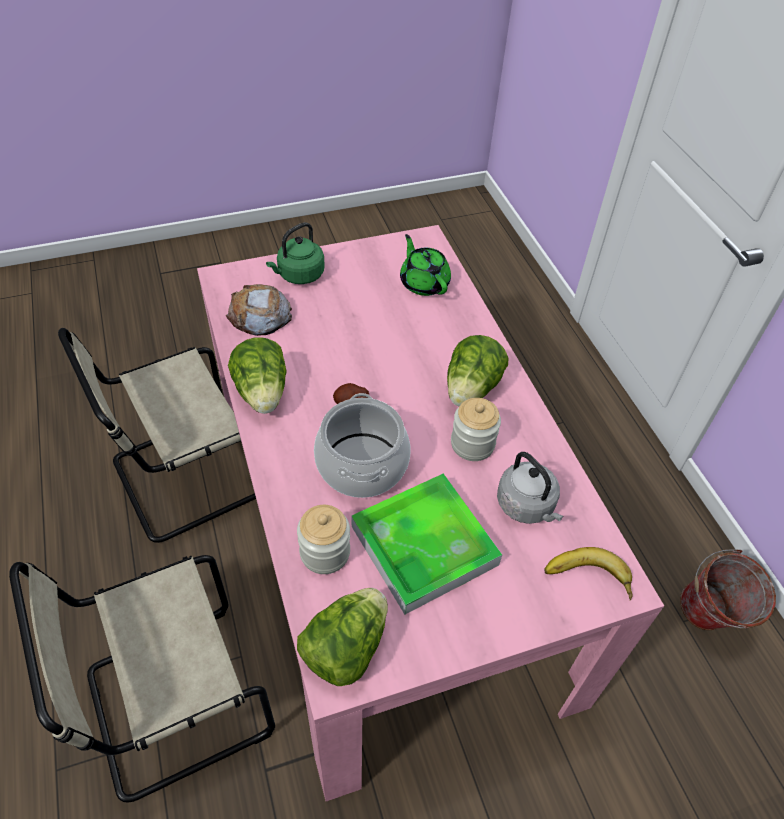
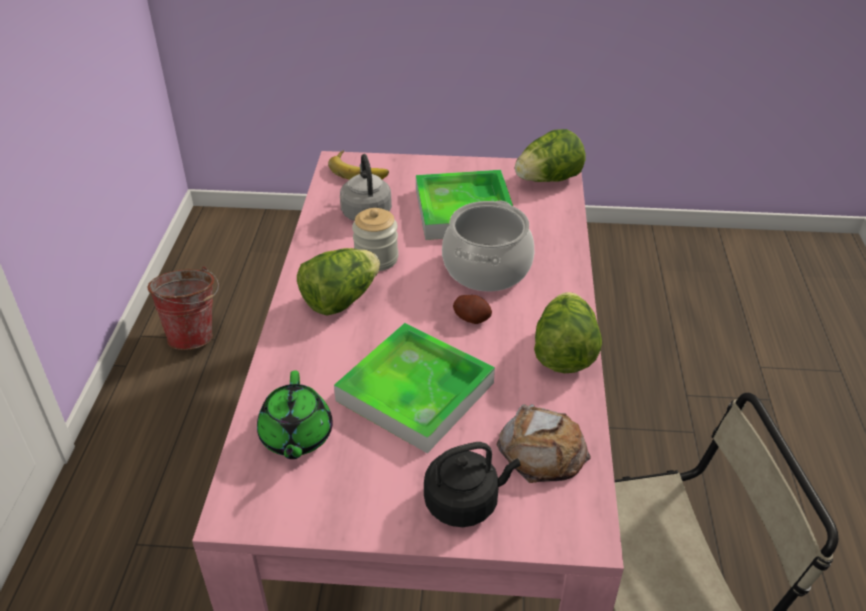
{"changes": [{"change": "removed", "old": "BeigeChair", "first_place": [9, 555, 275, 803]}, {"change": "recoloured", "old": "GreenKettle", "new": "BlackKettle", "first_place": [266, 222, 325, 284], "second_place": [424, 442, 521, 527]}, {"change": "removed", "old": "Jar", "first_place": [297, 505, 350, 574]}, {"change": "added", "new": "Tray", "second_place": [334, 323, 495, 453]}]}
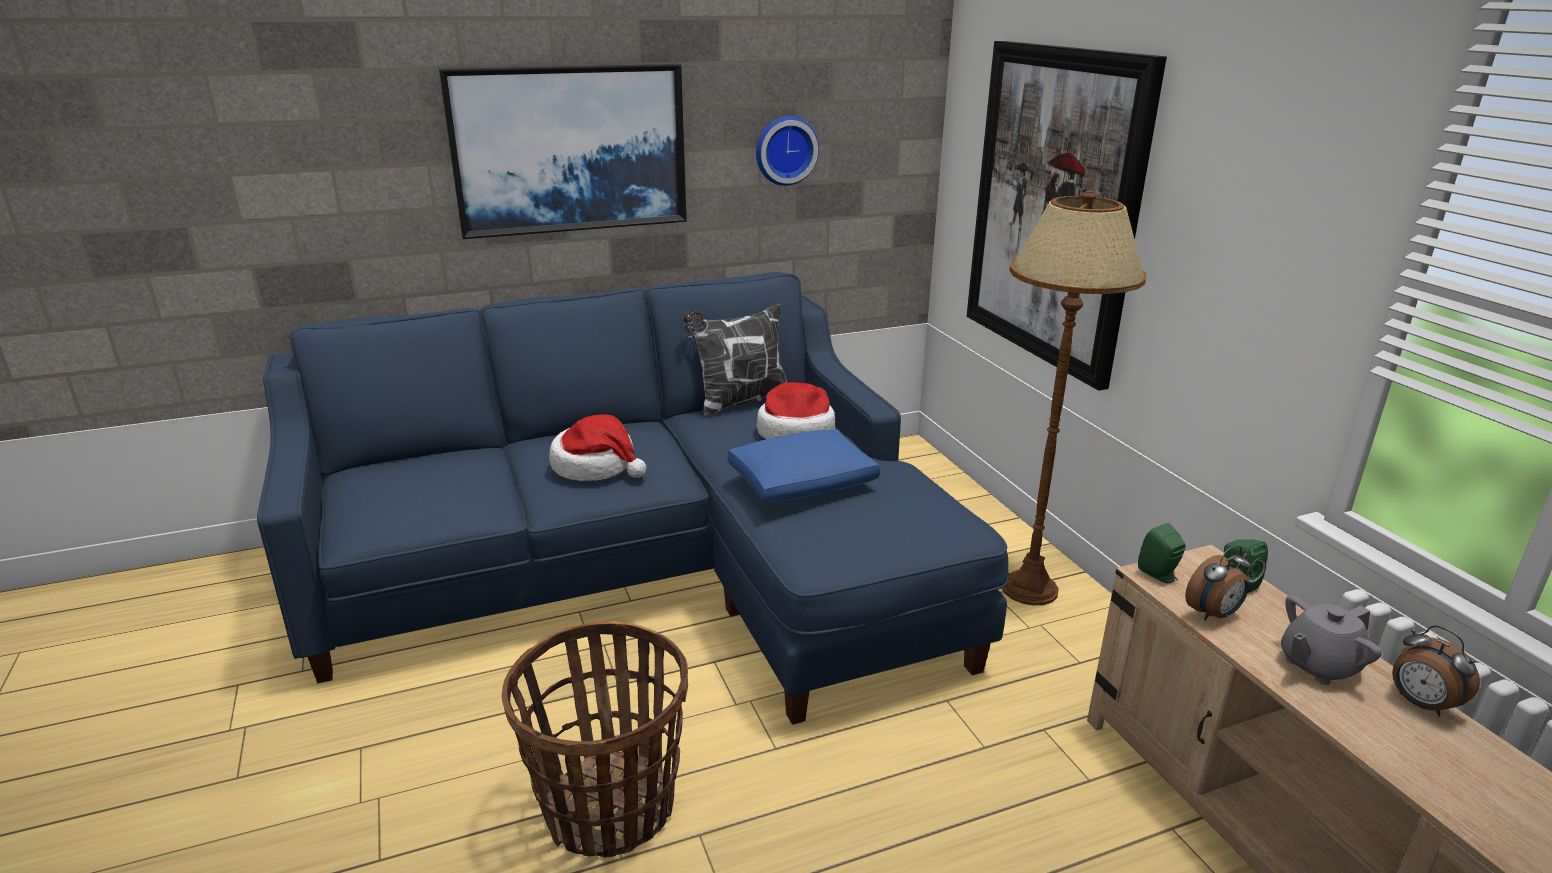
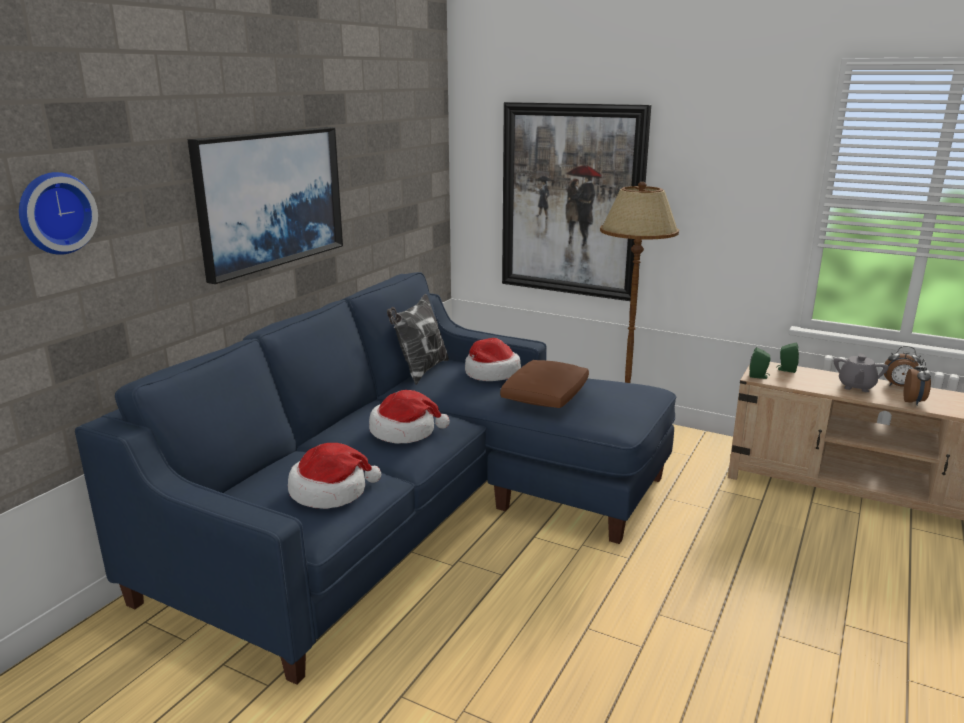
{"changes": [{"change": "removed", "old": "Basket", "first_place": [502, 621, 688, 858]}, {"change": "recoloured", "old": "BluePillow", "new": "BrownPillow", "first_place": [727, 430, 880, 503], "second_place": [500, 360, 589, 408]}, {"change": "moved", "old": "WallClock", "first_place": [756, 116, 819, 186], "second_place": [19, 172, 98, 255]}, {"change": "moved", "old": "AlarmClock", "first_place": [1185, 545, 1251, 620], "second_place": [904, 359, 931, 406]}, {"change": "added", "new": "Hat", "second_place": [288, 443, 381, 509]}]}
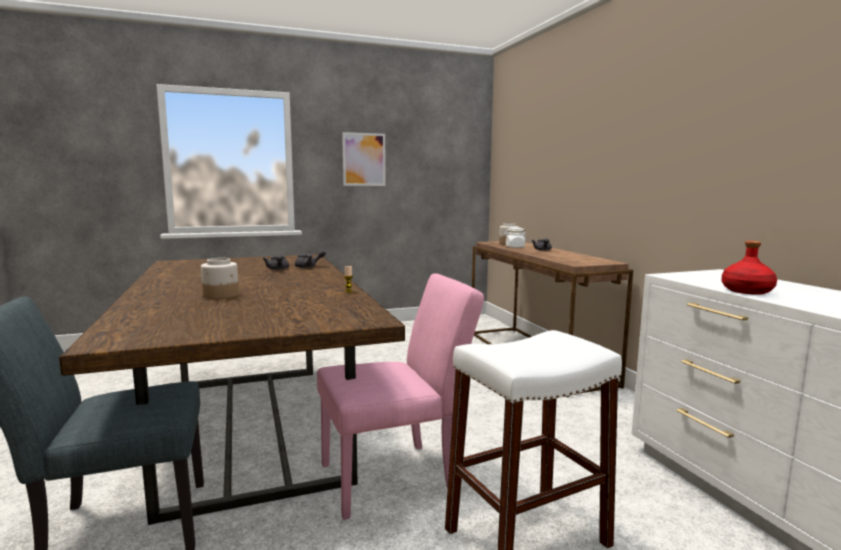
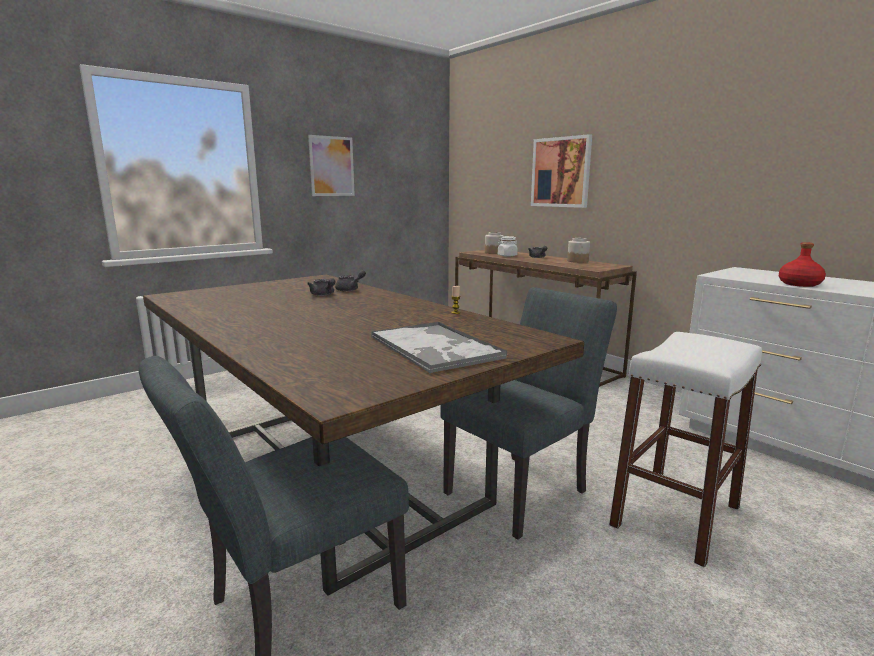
{"changes": [{"change": "moved", "old": "Jar", "first_place": [201, 258, 239, 299], "second_place": [567, 238, 590, 263]}, {"change": "recoloured", "old": "PinkChair", "new": "GreyChair", "first_place": [317, 273, 484, 520], "second_place": [440, 287, 617, 540]}, {"change": "added", "new": "Tray", "second_place": [371, 322, 507, 373]}, {"change": "added", "new": "Picture", "second_place": [531, 134, 592, 208]}]}
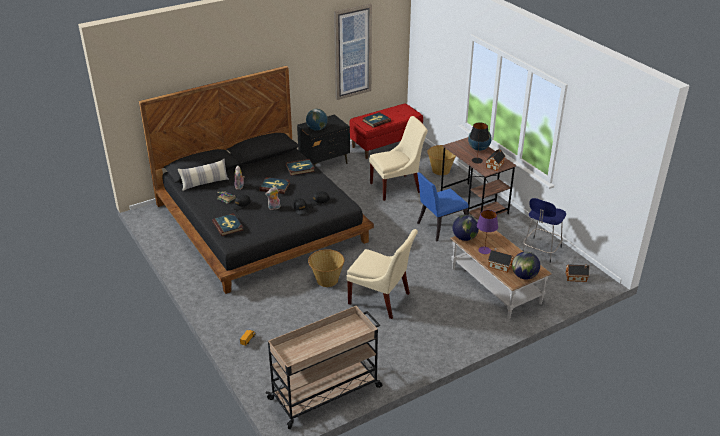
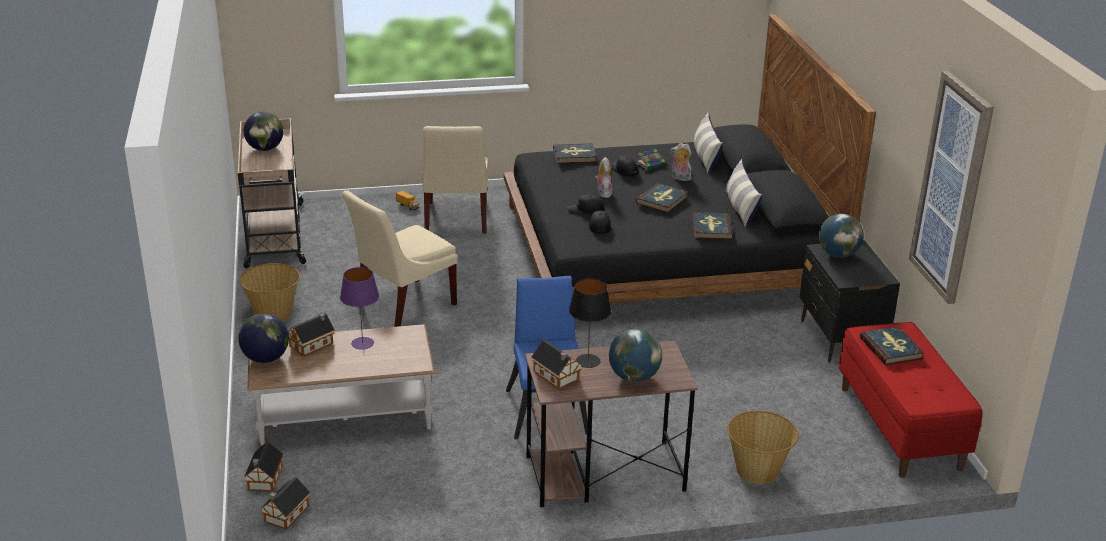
{"changes": [{"change": "moved", "old": "Basket", "first_place": [308, 249, 344, 287], "second_place": [239, 263, 300, 321]}, {"change": "moved", "old": "BeigeChair", "first_place": [369, 116, 428, 201], "second_place": [423, 126, 488, 234]}, {"change": "moved", "old": "Globe", "first_place": [453, 215, 479, 241], "second_place": [243, 112, 283, 151]}, {"change": "removed", "old": "BlueStool", "first_place": [522, 198, 566, 263]}, {"change": "added", "new": "ToyHouse", "second_place": [244, 442, 283, 492]}, {"change": "added", "new": "Pillow", "second_place": [725, 159, 762, 227]}]}
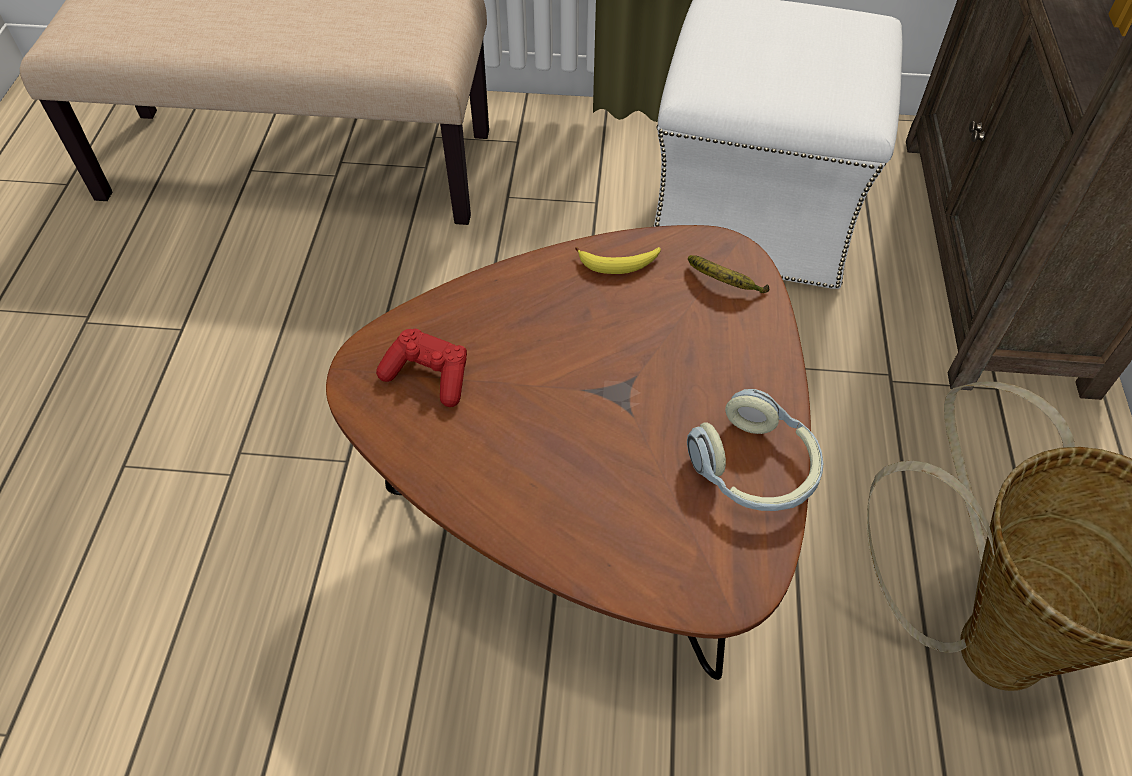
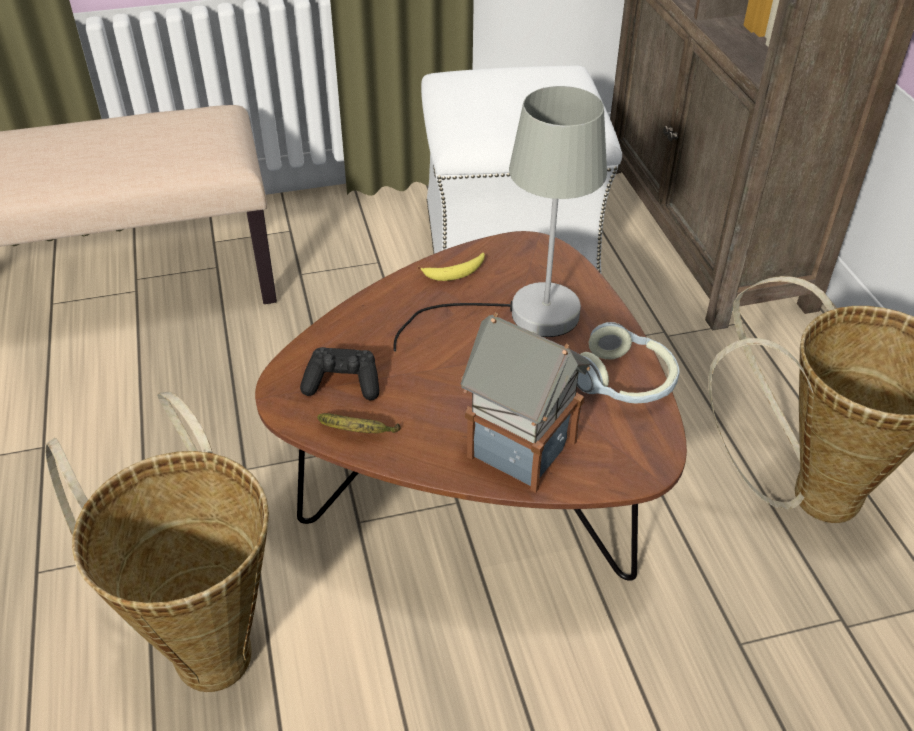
{"changes": [{"change": "recoloured", "old": "RedGameController", "new": "BlackGameController", "first_place": [376, 329, 467, 407], "second_place": [300, 347, 379, 400]}, {"change": "moved", "old": "Banana", "first_place": [688, 255, 769, 293], "second_place": [317, 413, 401, 433]}, {"change": "added", "new": "Basket", "second_place": [45, 392, 269, 692]}, {"change": "added", "new": "GreyTableLamp", "second_place": [394, 86, 607, 352]}, {"change": "added", "new": "ToyHouse", "second_place": [461, 312, 590, 493]}]}
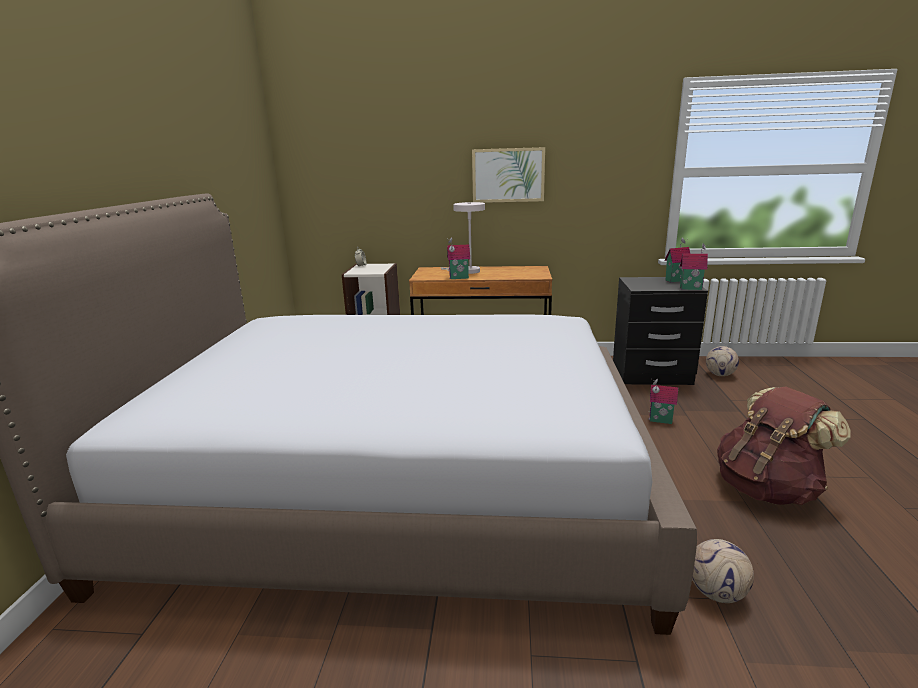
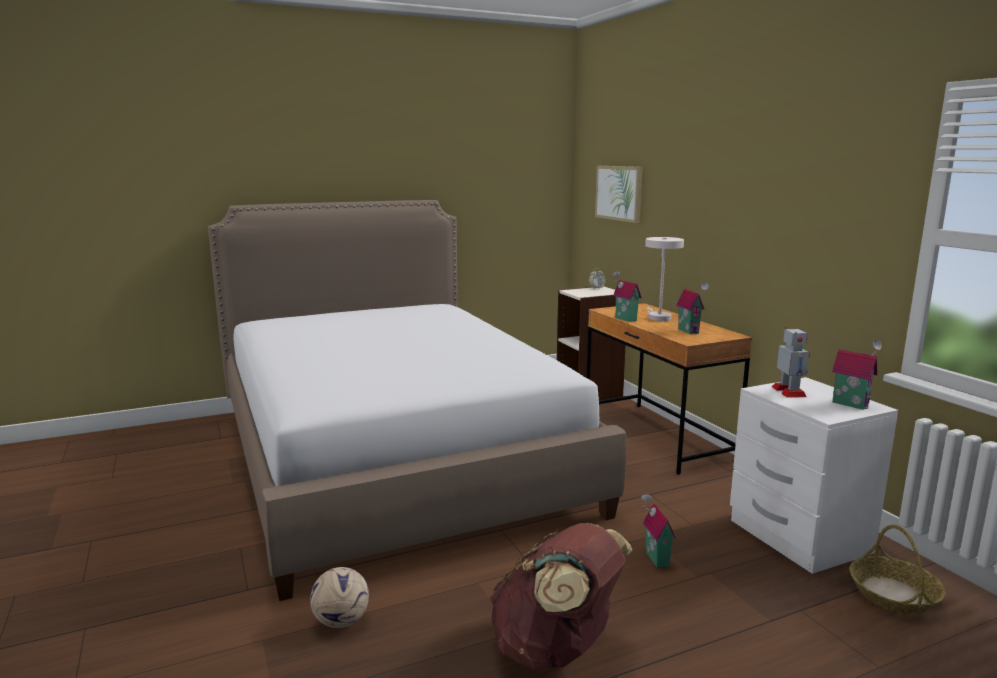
{"changes": [{"change": "moved", "old": "Picture", "first_place": [472, 147, 545, 203], "second_place": [595, 166, 643, 223]}, {"change": "recoloured", "old": "BlackNightstand", "new": "WhiteNightstand", "first_place": [613, 277, 708, 385], "second_place": [730, 377, 898, 574]}, {"change": "moved", "old": "ToyHouse", "first_place": [680, 243, 708, 290], "second_place": [676, 282, 709, 334]}, {"change": "replaced", "old": "Football", "new": "Basket", "first_place": [706, 346, 739, 376], "second_place": [849, 525, 946, 614]}, {"change": "added", "new": "ToyRobot", "second_place": [772, 327, 810, 398]}]}
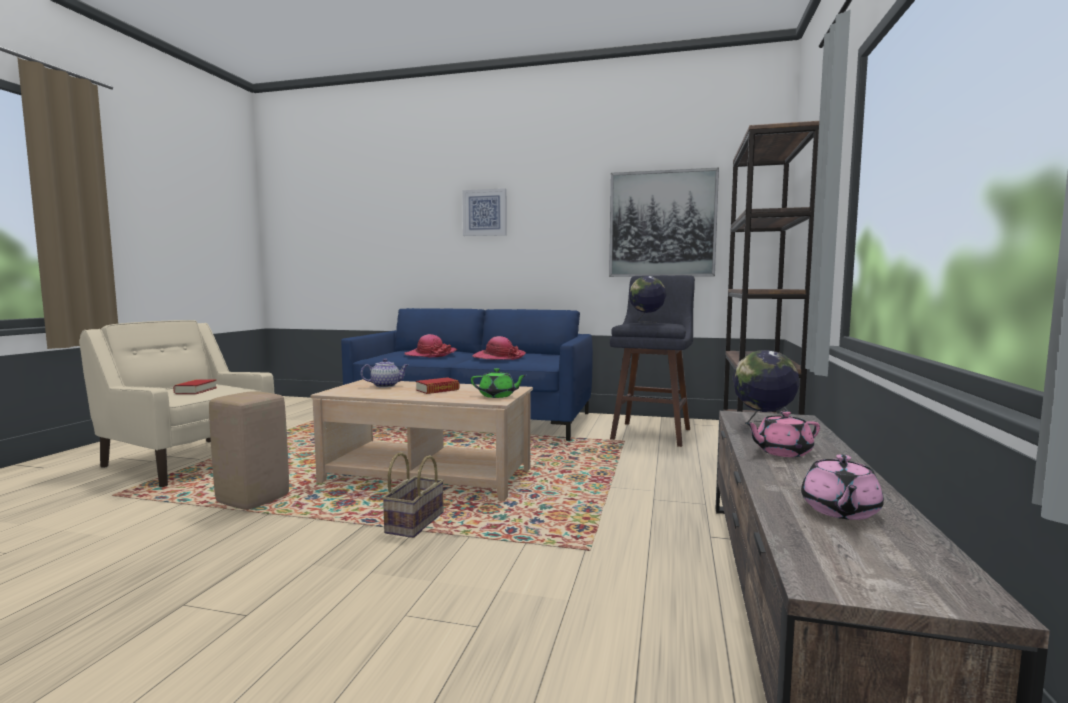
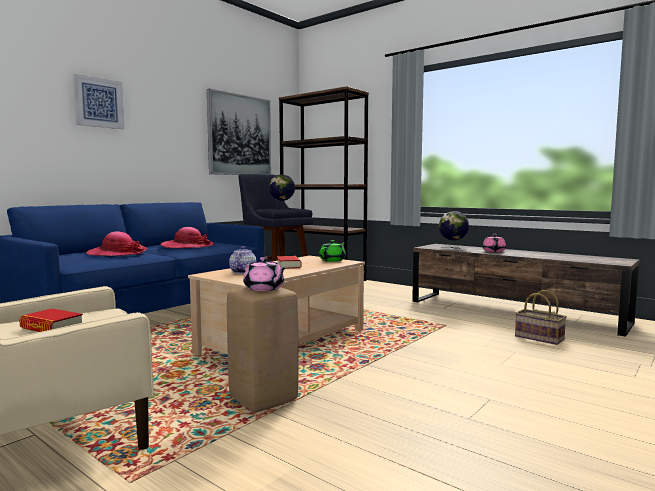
{"changes": [{"change": "moved", "old": "Basket", "first_place": [382, 452, 444, 538], "second_place": [515, 290, 567, 345]}, {"change": "moved", "old": "PinkTeapot", "first_place": [801, 454, 884, 520], "second_place": [243, 257, 286, 291]}]}
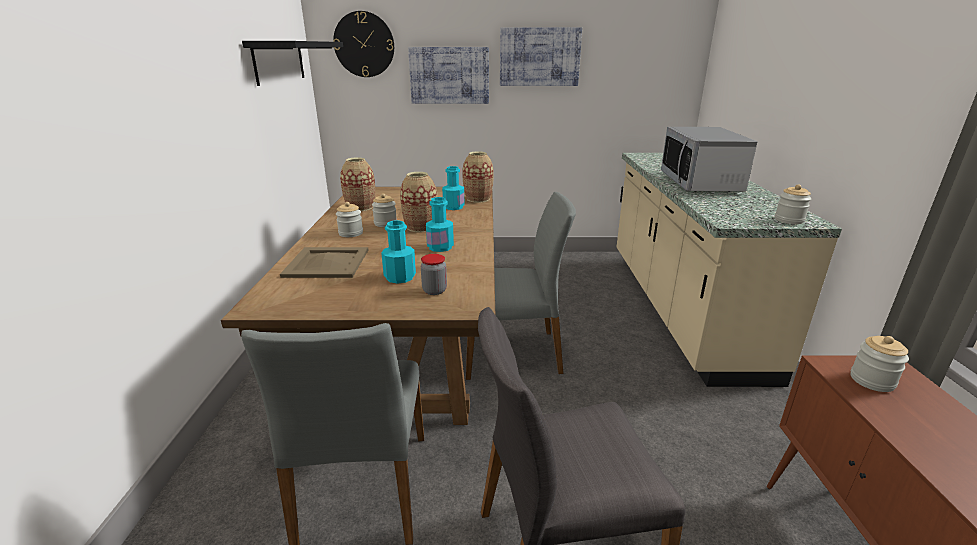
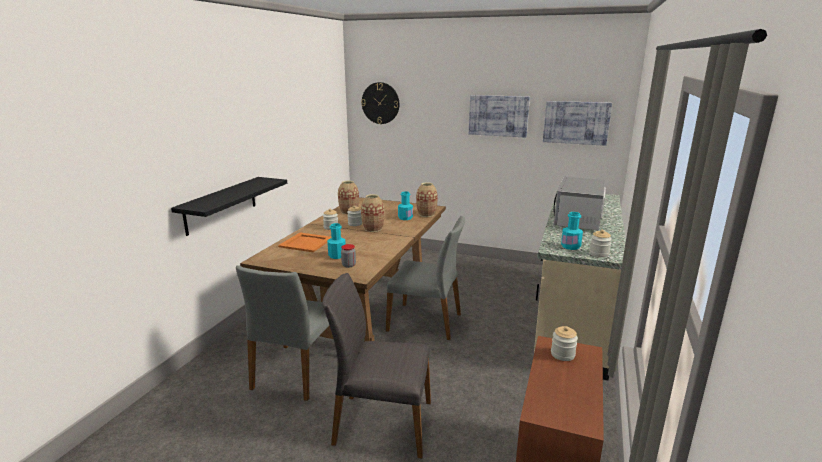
{"changes": [{"change": "moved", "old": "BlackShelf", "first_place": [242, 41, 343, 86], "second_place": [171, 177, 287, 236]}, {"change": "recoloured", "old": "BeigeTray", "new": "OrangeTray", "first_place": [280, 247, 368, 278], "second_place": [278, 233, 331, 252]}, {"change": "moved", "old": "Picture", "first_place": [408, 47, 489, 104], "second_place": [543, 101, 612, 146]}, {"change": "moved", "old": "TurquoiseBottle", "first_place": [426, 197, 454, 252], "second_place": [561, 212, 583, 250]}]}
